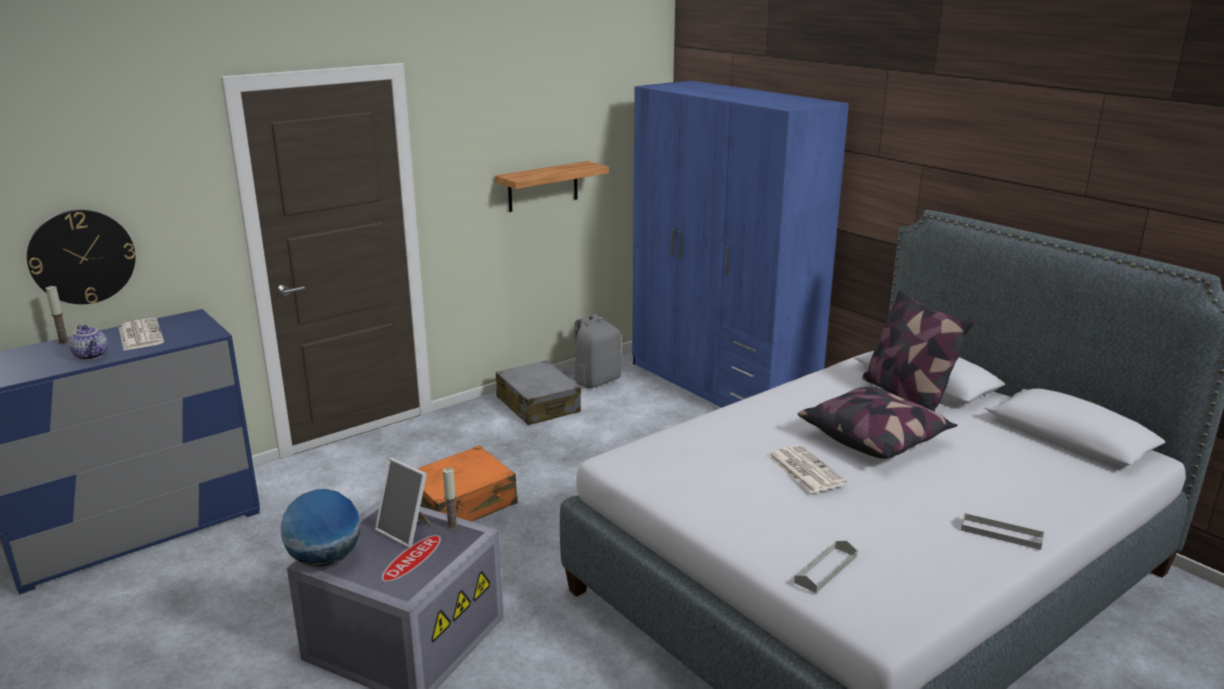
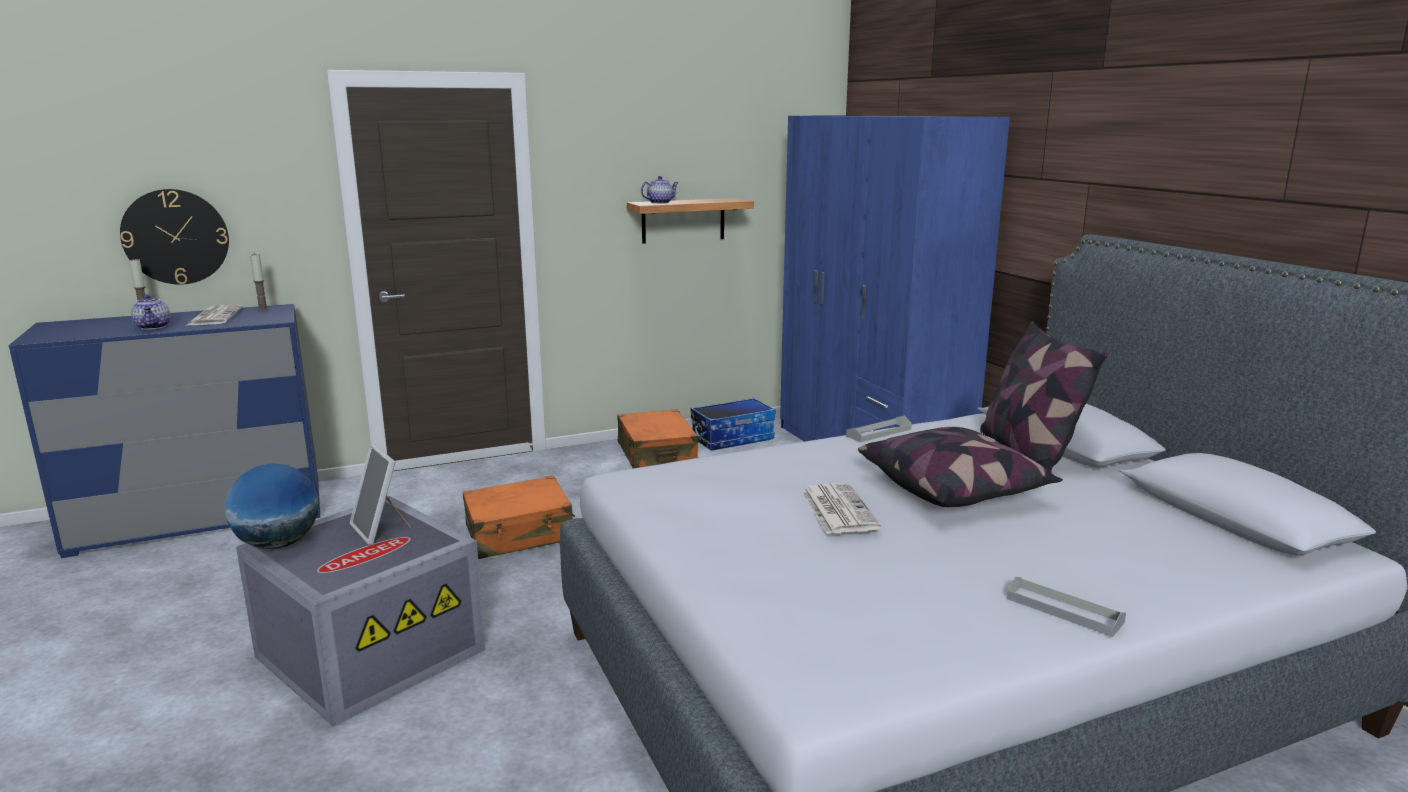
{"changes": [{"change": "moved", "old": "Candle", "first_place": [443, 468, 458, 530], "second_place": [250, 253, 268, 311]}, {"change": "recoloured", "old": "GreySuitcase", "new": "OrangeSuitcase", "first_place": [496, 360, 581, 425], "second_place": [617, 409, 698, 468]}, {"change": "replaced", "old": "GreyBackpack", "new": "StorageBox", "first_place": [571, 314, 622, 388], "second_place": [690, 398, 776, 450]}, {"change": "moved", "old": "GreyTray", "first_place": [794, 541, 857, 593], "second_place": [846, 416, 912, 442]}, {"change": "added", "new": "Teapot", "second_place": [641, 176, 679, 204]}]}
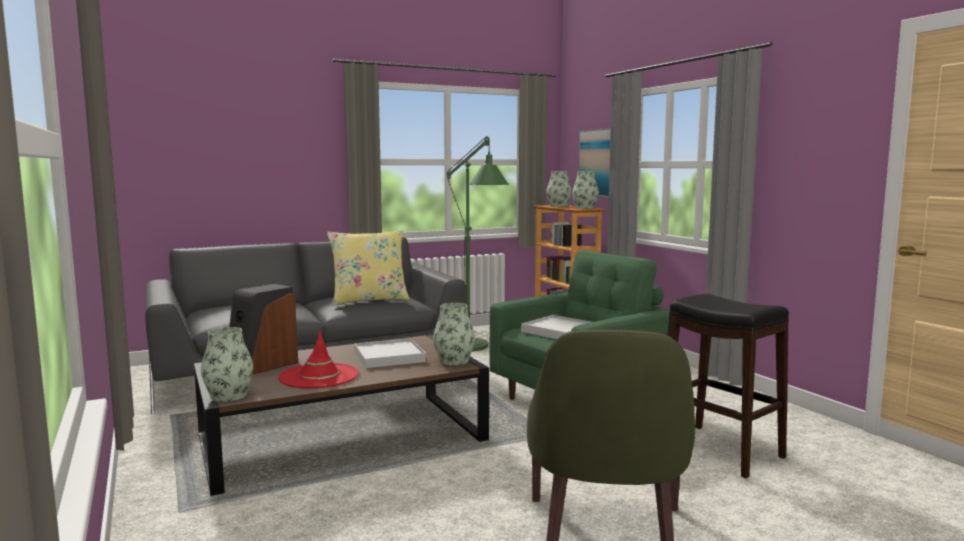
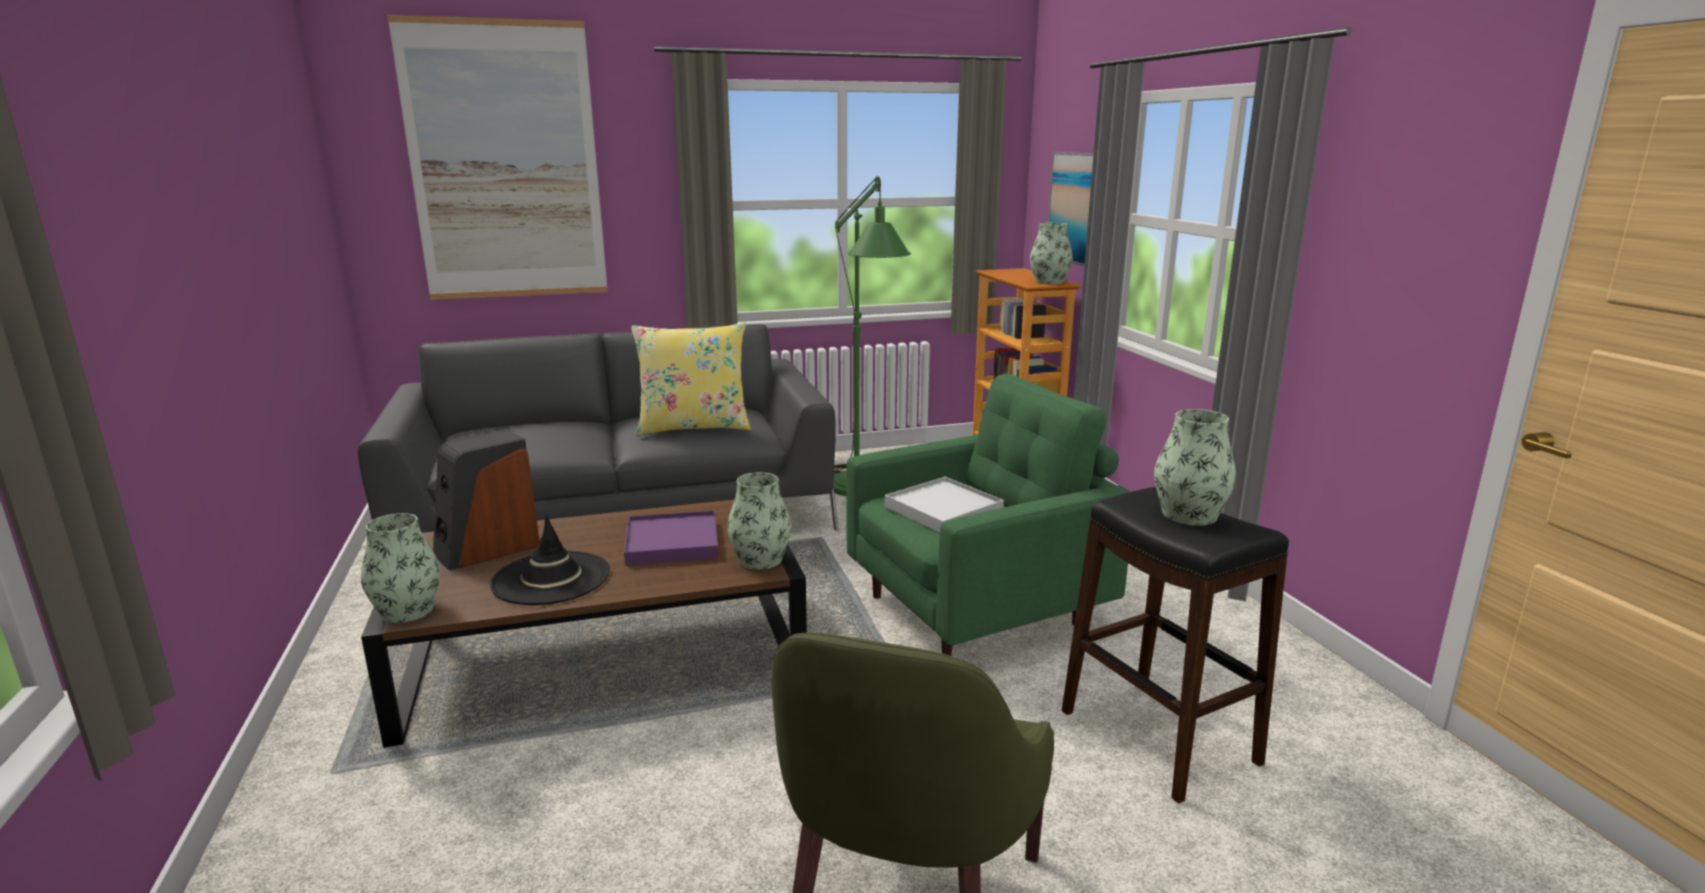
{"changes": [{"change": "recoloured", "old": "RedHat", "new": "BlackHat", "first_place": [278, 330, 359, 388], "second_place": [490, 515, 610, 605]}, {"change": "recoloured", "old": "WhiteTray", "new": "PurpleTray", "first_place": [354, 338, 426, 368], "second_place": [624, 510, 718, 566]}, {"change": "moved", "old": "Vase", "first_place": [546, 171, 572, 207], "second_place": [1154, 409, 1236, 526]}, {"change": "added", "new": "Picture", "second_place": [387, 15, 608, 300]}]}
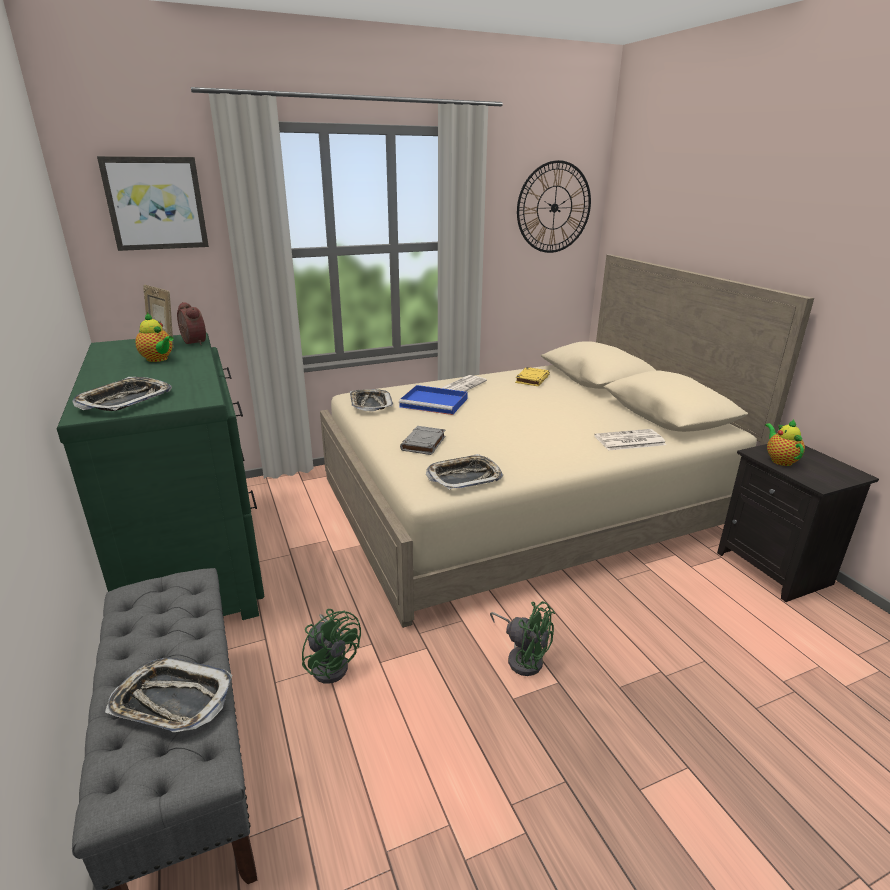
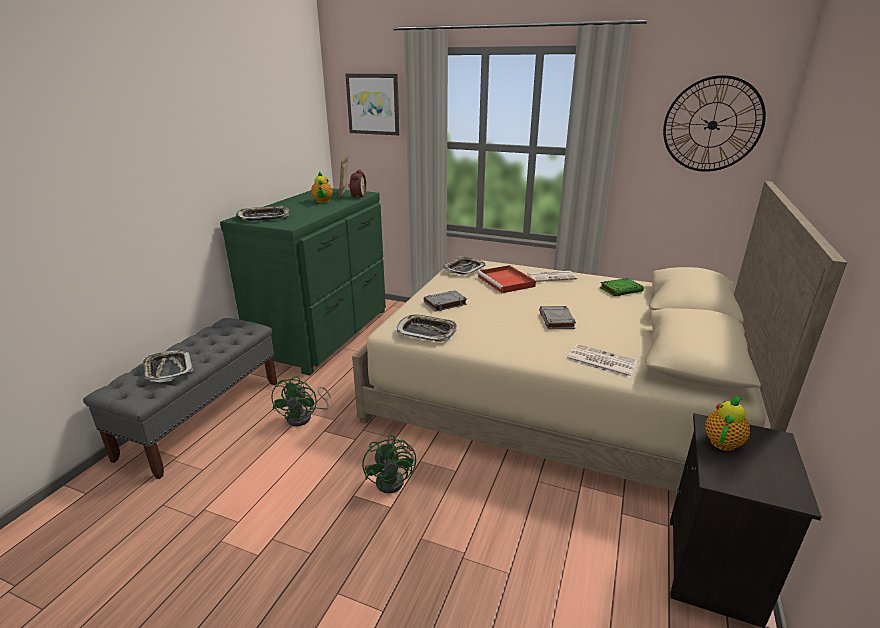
{"changes": [{"change": "recoloured", "old": "BlueTray", "new": "RedTray", "first_place": [399, 385, 468, 415], "second_place": [477, 265, 536, 293]}, {"change": "recoloured", "old": "YellowBook", "new": "GreenBook", "first_place": [515, 367, 550, 386], "second_place": [600, 278, 644, 296]}, {"change": "added", "new": "GreyBook", "second_place": [539, 306, 576, 329]}]}
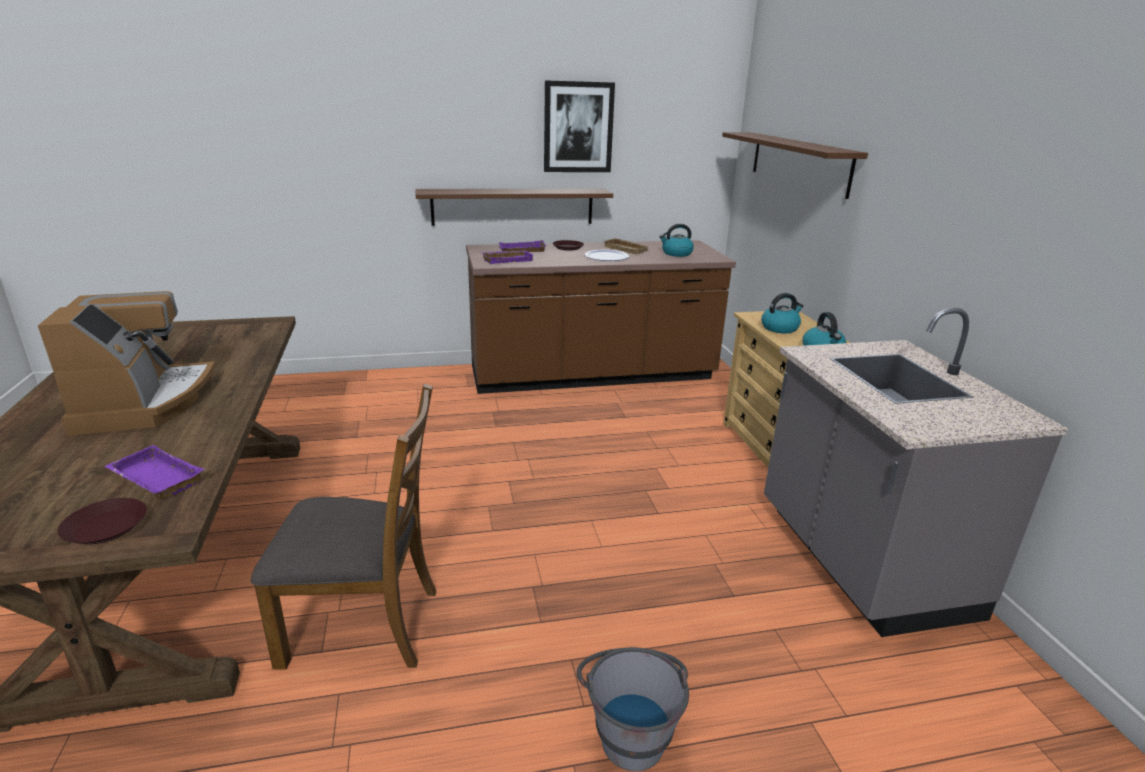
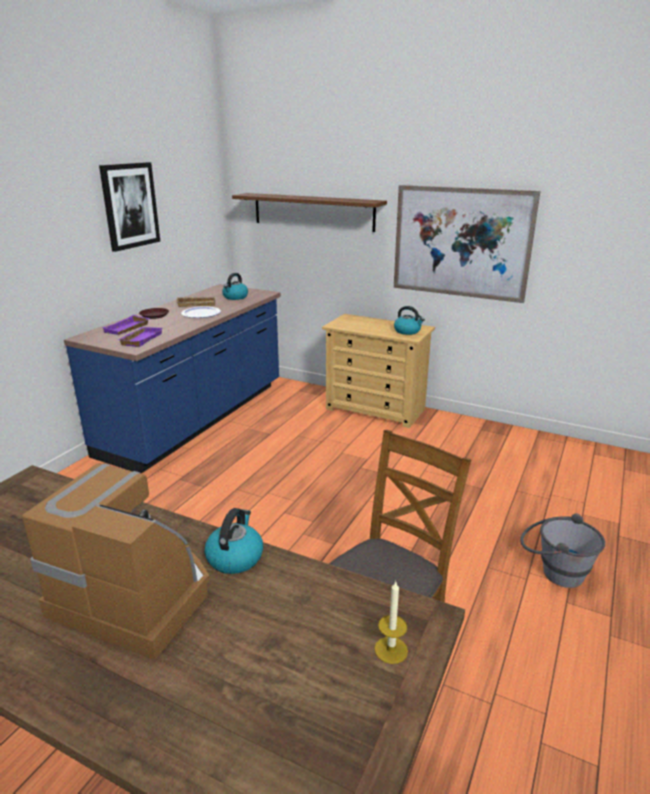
{"changes": [{"change": "replaced", "old": "BrownPlate", "new": "Candle", "first_place": [58, 498, 147, 544], "second_place": [374, 582, 408, 664]}, {"change": "removed", "old": "PurpleTray", "first_place": [104, 445, 205, 500]}, {"change": "removed", "old": "BrownShelf", "first_place": [416, 189, 613, 226]}, {"change": "recoloured", "old": "BrownCounter", "new": "BlueCounter", "first_place": [466, 240, 736, 394], "second_place": [64, 284, 281, 474]}, {"change": "moved", "old": "Kettle", "first_place": [761, 293, 804, 333], "second_place": [205, 508, 263, 574]}, {"change": "removed", "old": "GreyCounter", "first_place": [764, 308, 1068, 637]}, {"change": "added", "new": "Picture", "second_place": [394, 185, 540, 303]}]}
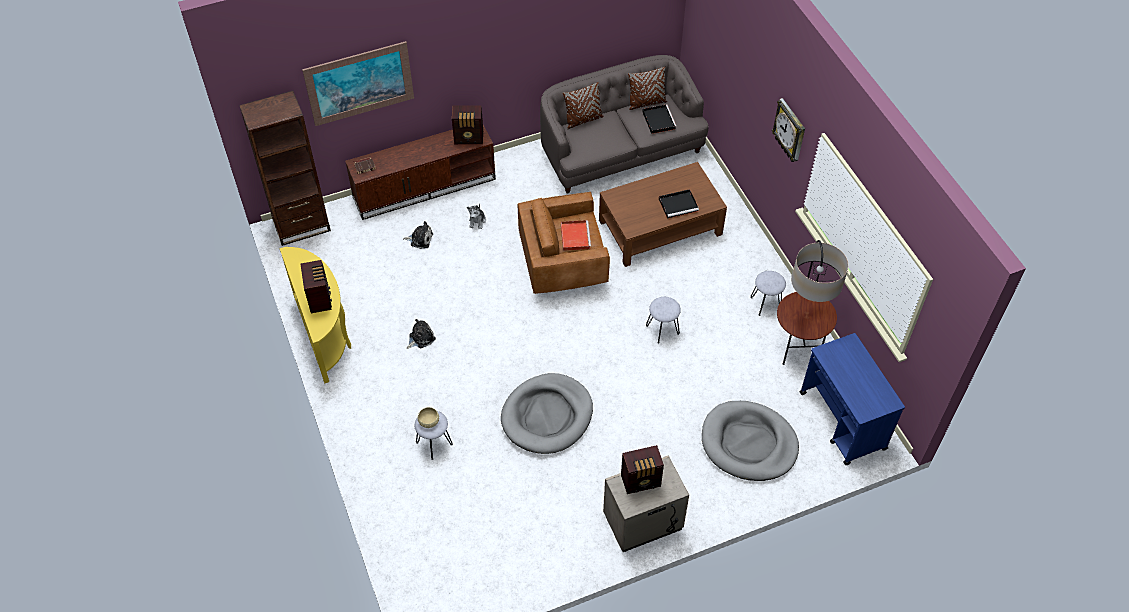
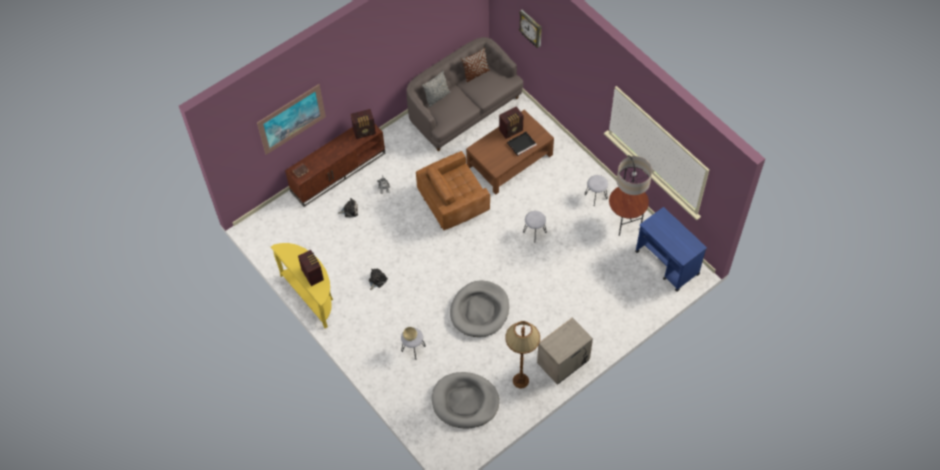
{"changes": [{"change": "removed", "old": "BrownBookcase", "first_place": [239, 91, 331, 246]}, {"change": "removed", "old": "RedTray", "first_place": [561, 220, 591, 251]}, {"change": "recoloured", "old": "BrownPillow", "new": "GreyPillow", "first_place": [563, 82, 604, 129], "second_place": [422, 70, 450, 107]}, {"change": "moved", "old": "Radio", "first_place": [621, 445, 664, 494], "second_place": [499, 106, 524, 139]}, {"change": "removed", "old": "BlackTray", "first_place": [642, 105, 677, 134]}, {"change": "moved", "old": "GreyDogBed", "first_place": [702, 401, 799, 481], "second_place": [432, 372, 499, 429]}, {"change": "moved", "old": "WallClock", "first_place": [772, 98, 805, 162], "second_place": [519, 10, 542, 48]}, {"change": "added", "new": "BrownFloorLamp", "second_place": [505, 321, 540, 388]}]}
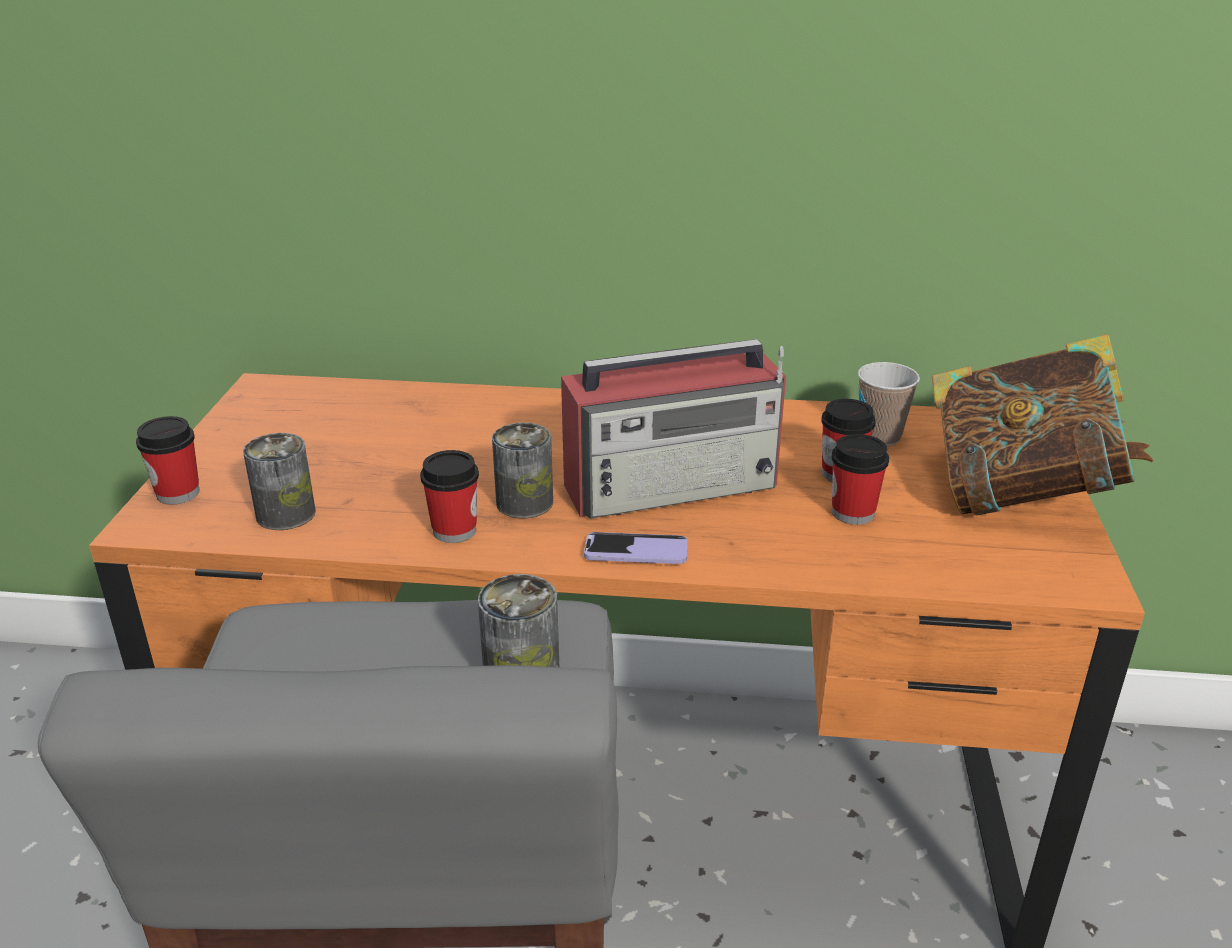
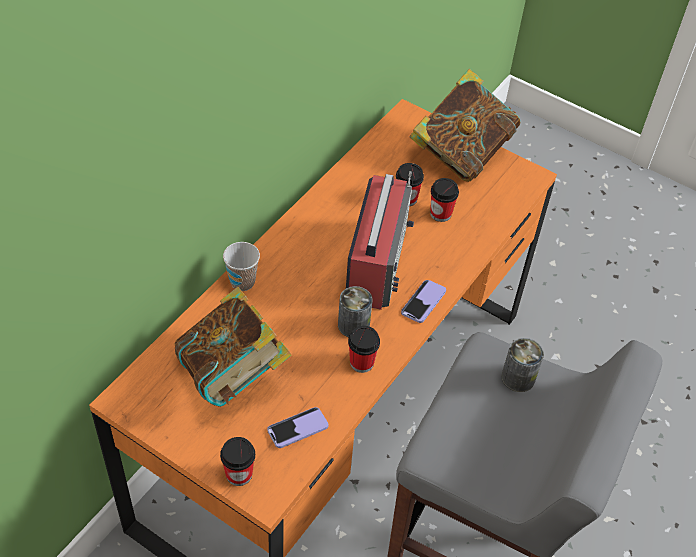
{"changes": [{"change": "replaced", "old": "Can", "new": "Phone", "first_place": [243, 433, 316, 530], "second_place": [267, 407, 328, 448]}, {"change": "moved", "old": "Cup", "first_place": [858, 362, 920, 446], "second_place": [223, 242, 260, 291]}, {"change": "added", "new": "Book", "second_place": [174, 287, 292, 407]}]}
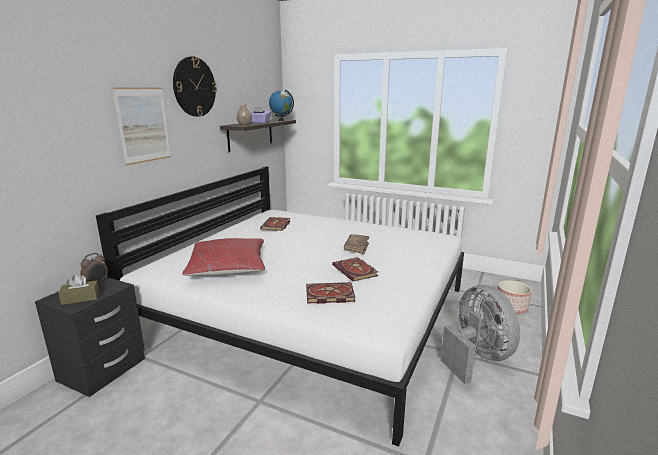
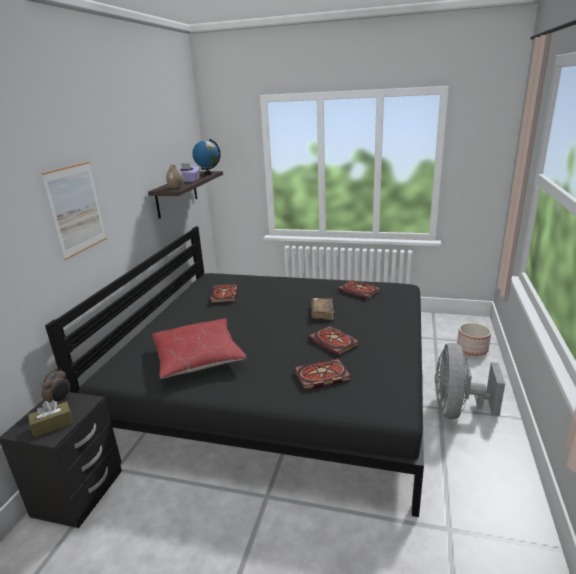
{"changes": [{"change": "recoloured", "old": "WhiteBed", "new": "BlackBed", "first_place": [96, 166, 464, 447], "second_place": [45, 226, 424, 517]}, {"change": "removed", "old": "WallClock", "first_place": [173, 56, 217, 117]}, {"change": "turned", "old": "GreyFan", "first_place": [441, 285, 520, 384], "second_place": [435, 343, 505, 419], "degrees": -135}, {"change": "added", "new": "Book", "second_place": [338, 280, 380, 299]}]}
